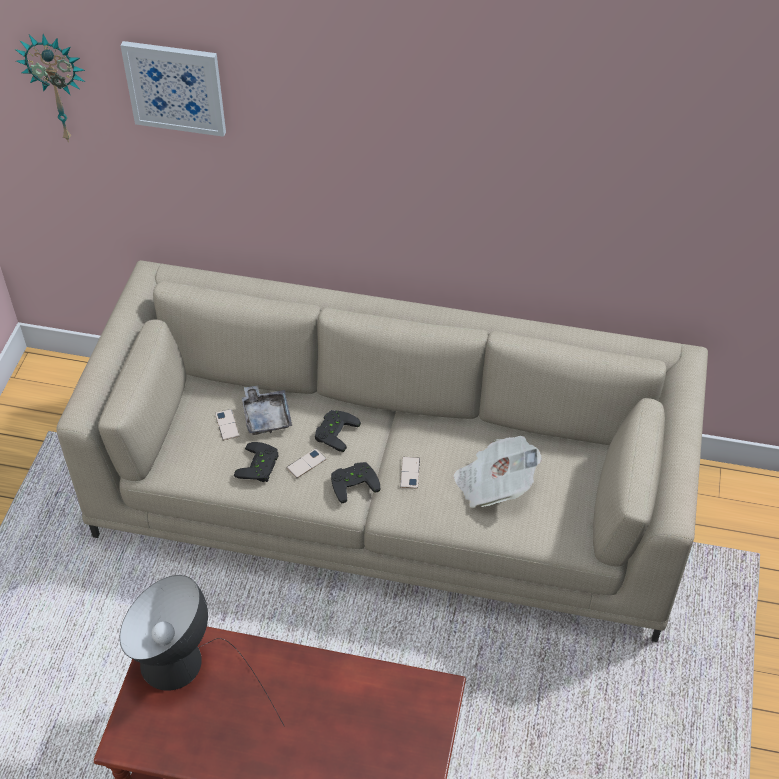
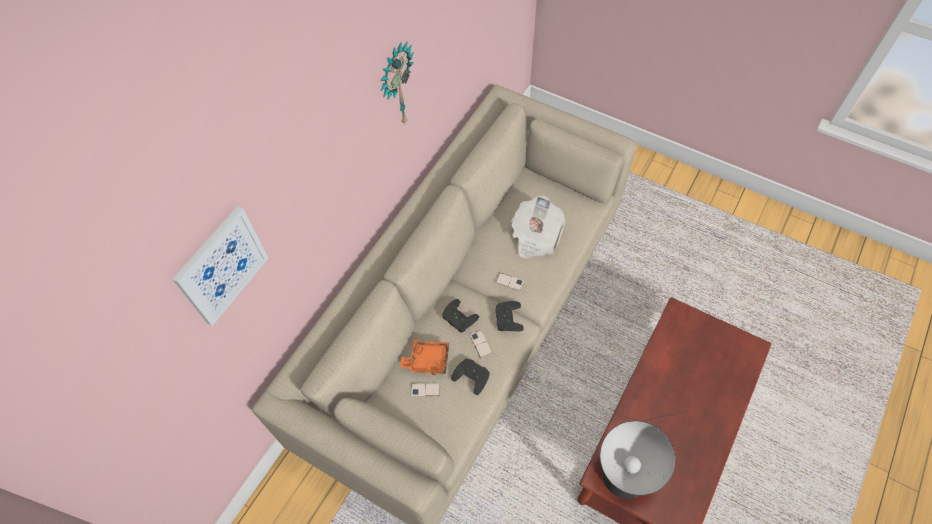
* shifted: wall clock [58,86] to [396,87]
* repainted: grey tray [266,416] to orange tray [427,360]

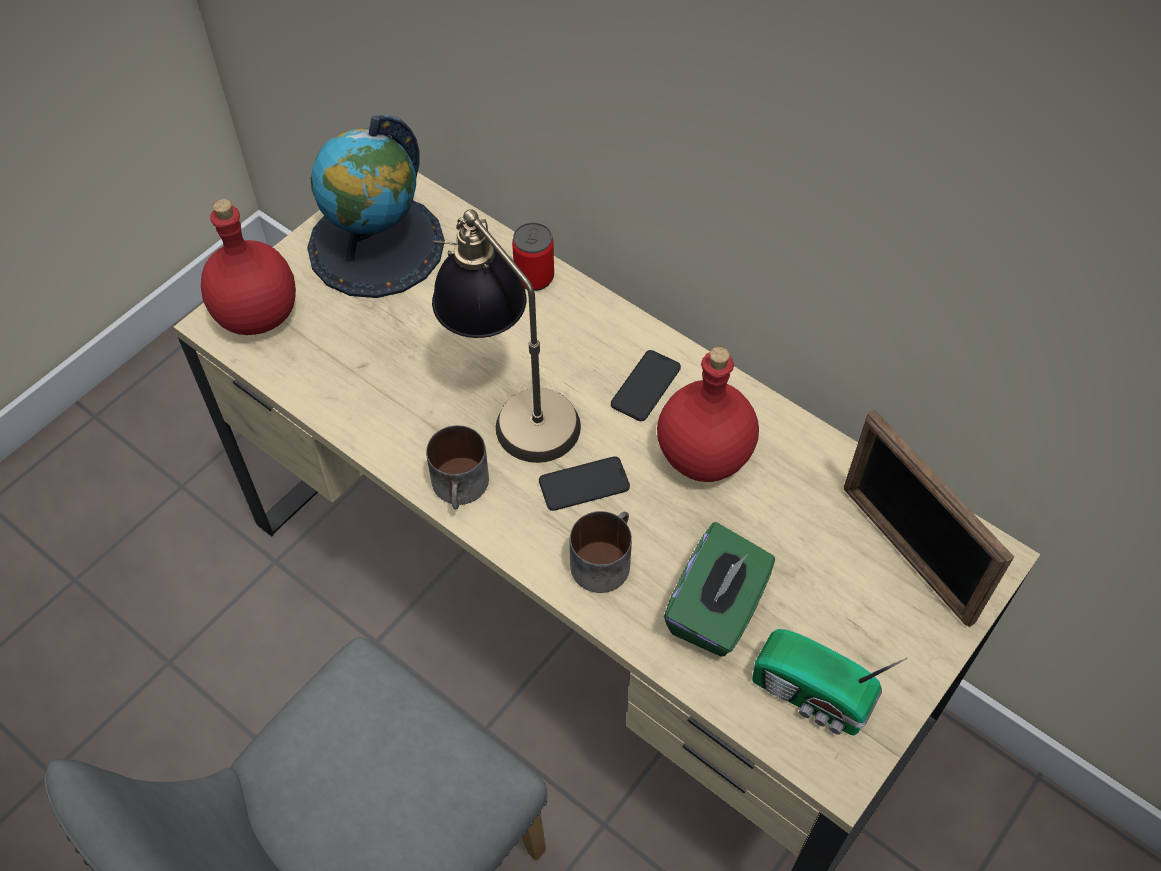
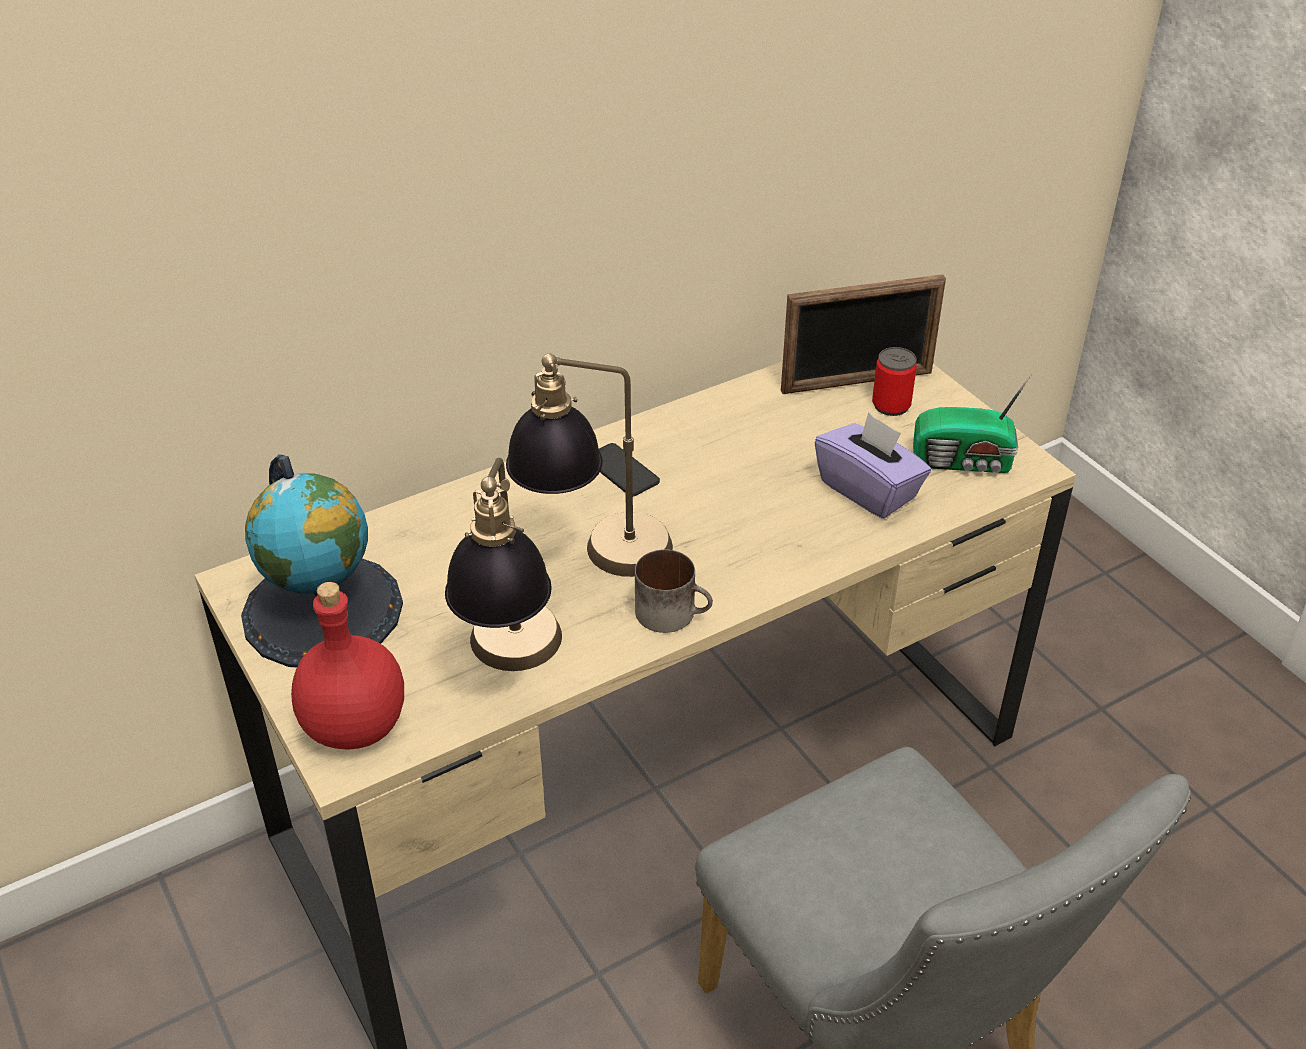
* gone: phone [584,484]
* gone: mug [602,558]
* gone: red bottle [704,457]
* new: table lamp [512,667]
* shifted: can [534,277] to [891,405]
* repainted: green tissue box [716,609] to purple tissue box [869,490]
* rotated: radio [813,697] = [964,462] 45 degrees clockwise

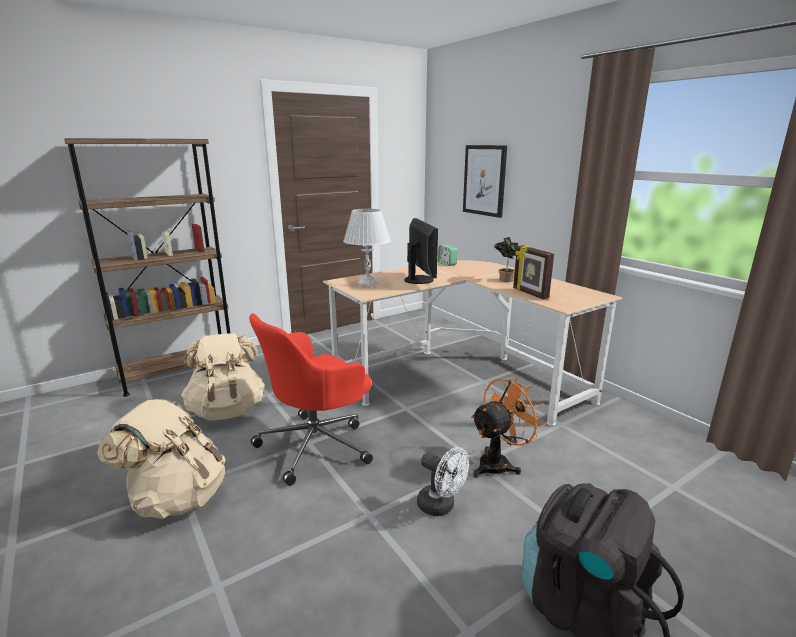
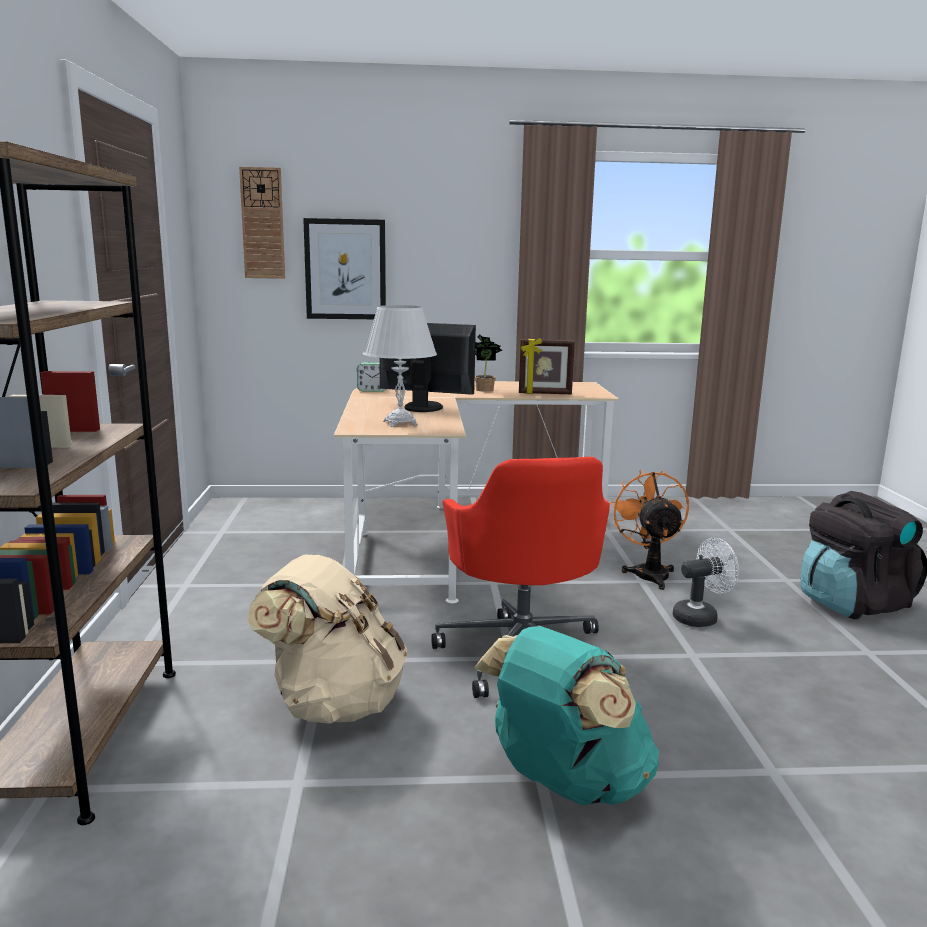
* new: wall clock [263,223]
* repainted: beige backpack [177,498] to turquoise backpack [565,784]

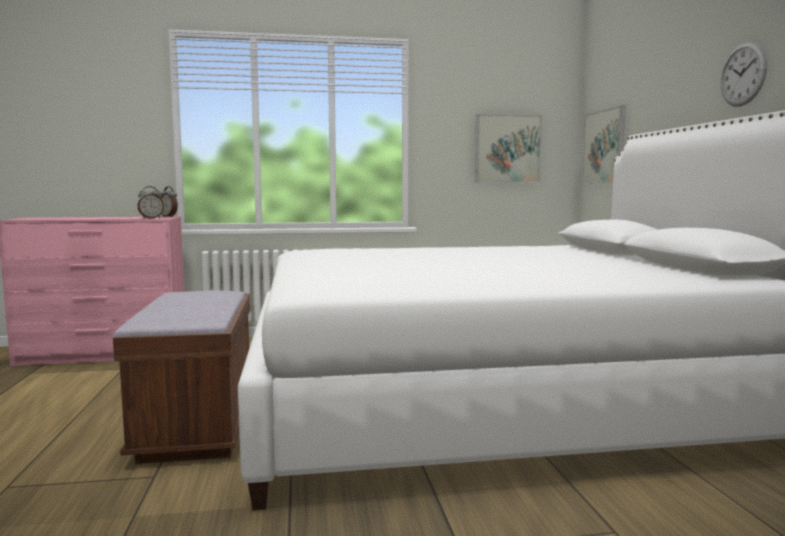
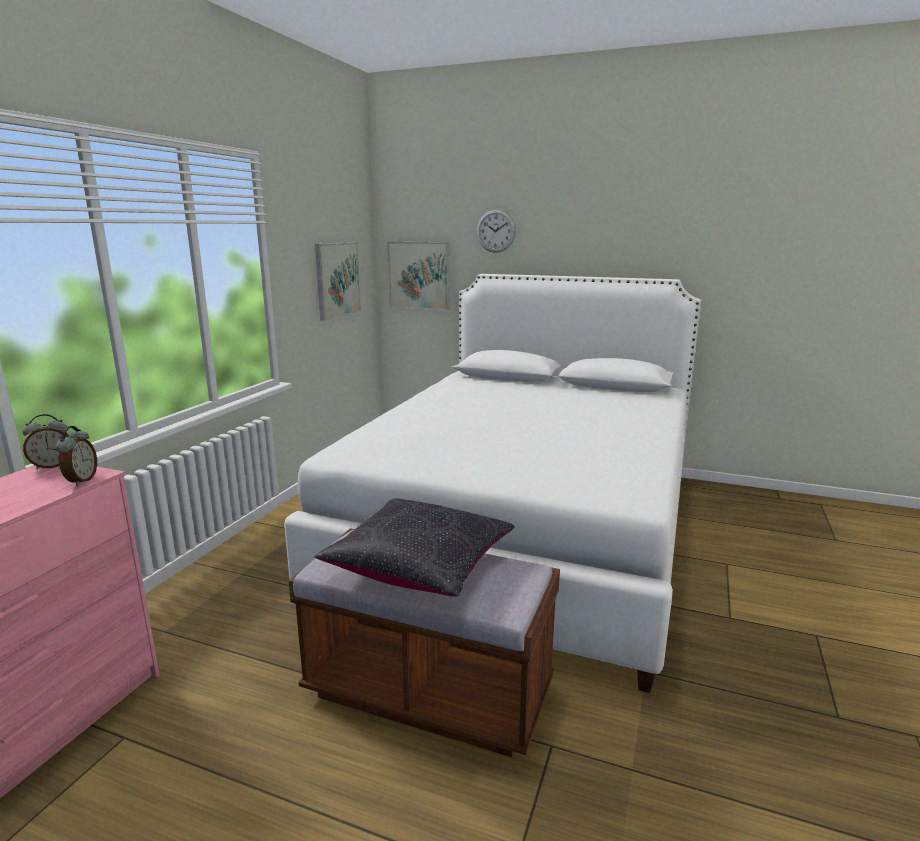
* new: black pillow [419,564]
* shifted: wall clock [742,74] to [496,231]

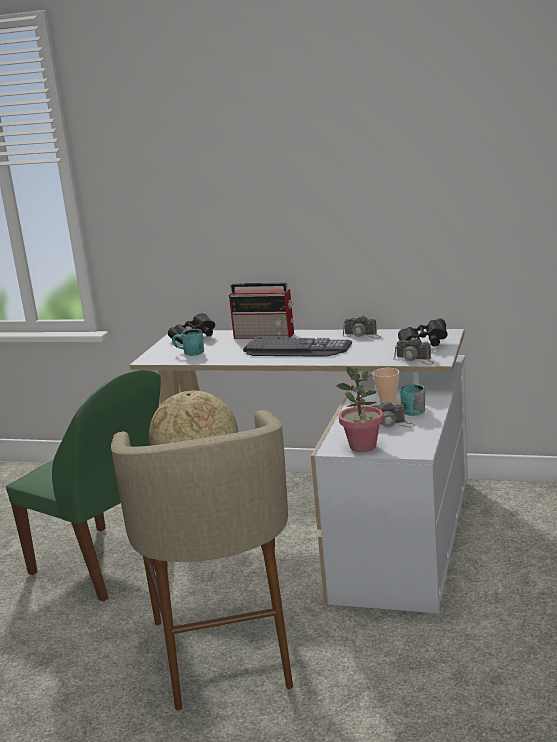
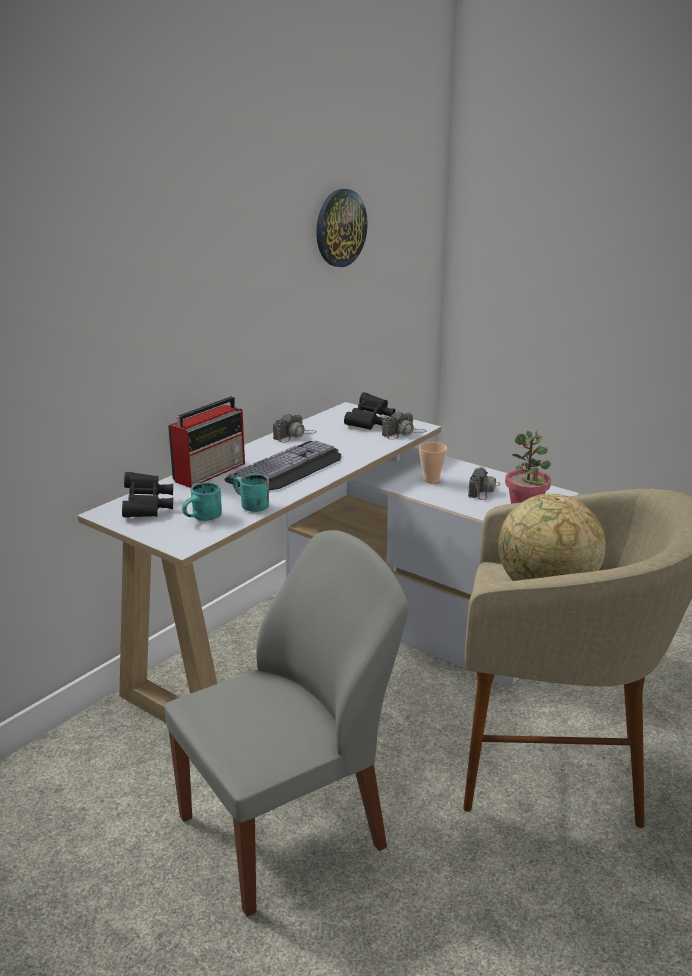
* new: wall clock [340,228]
* shifted: turquoise mug [412,410] to [249,506]
* repainted: green chair [105,564] to grey chair [287,830]

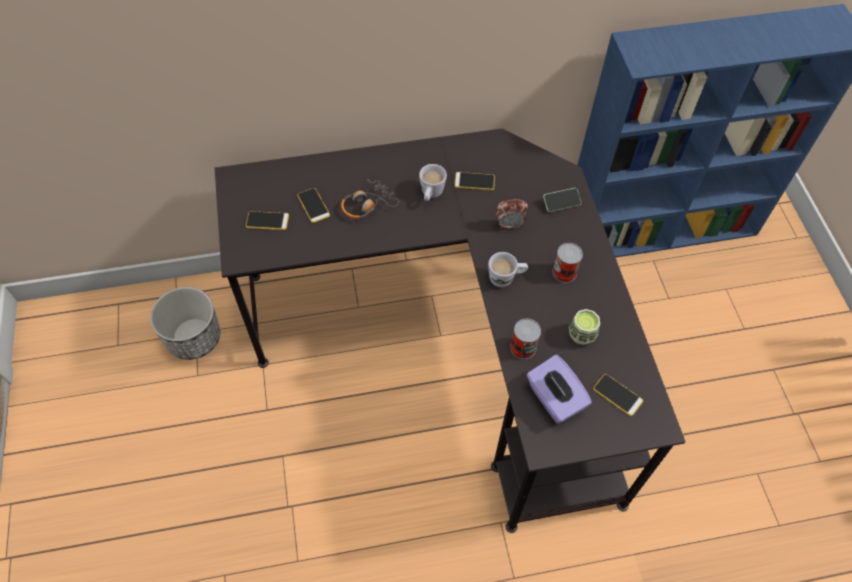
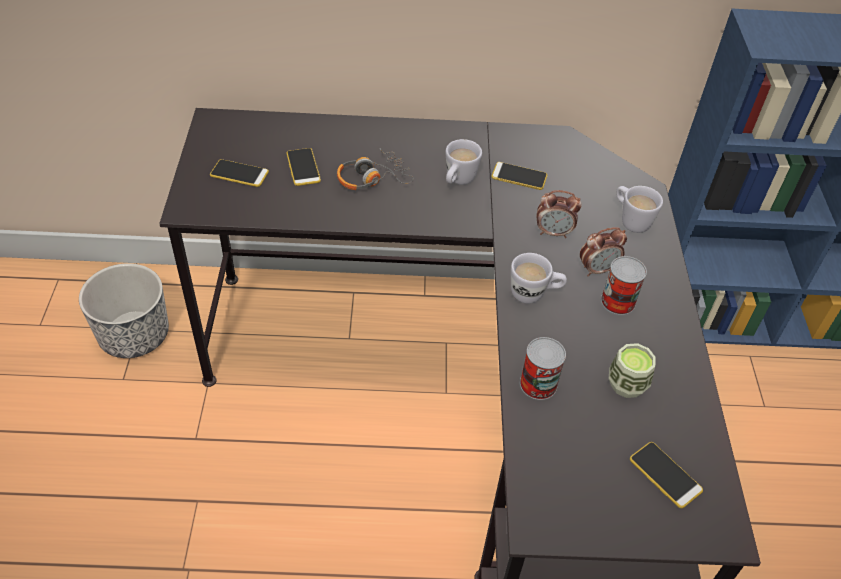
* gone: purple tissue box [554,399]
* new: alarm clock [597,269]
* swapped: phone [561,203] to white mug [630,220]

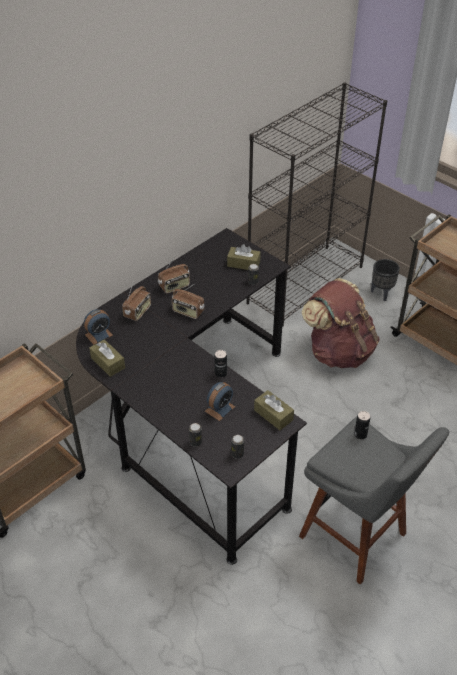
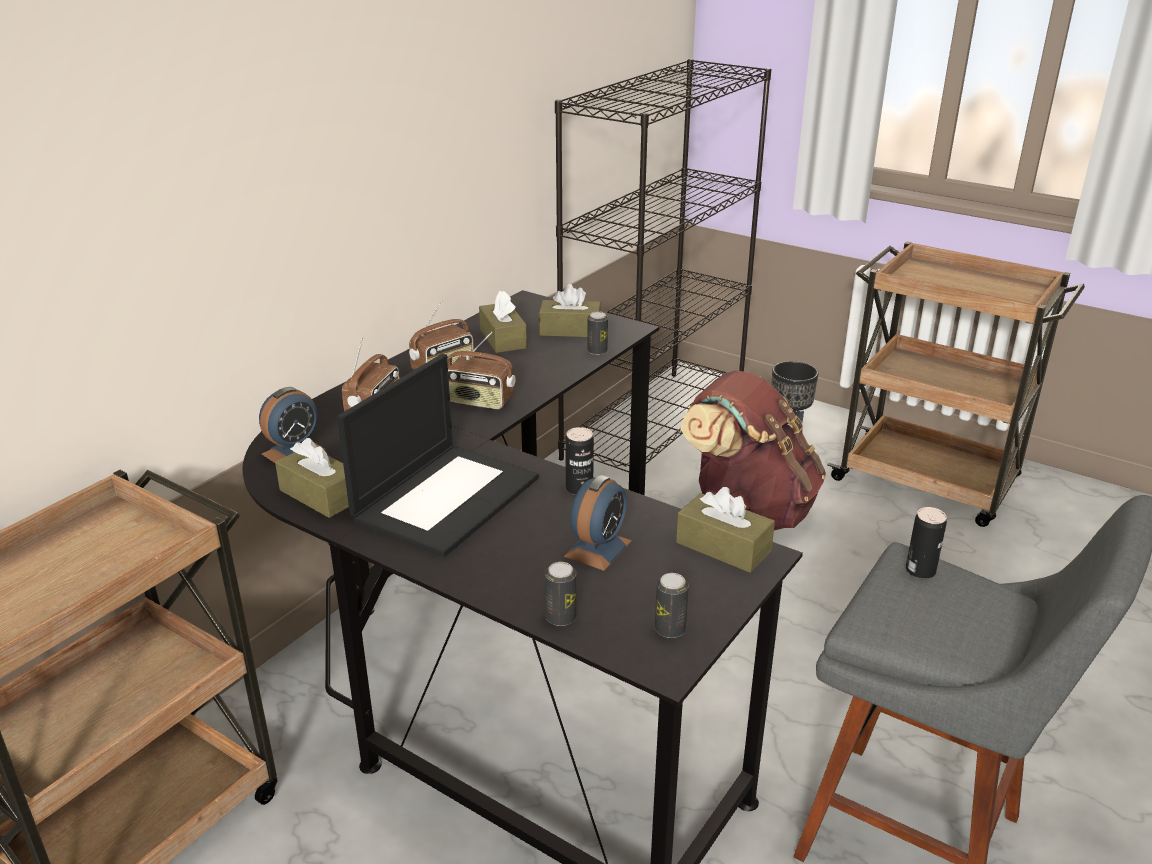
* new: laptop [446,497]
* new: brown tissue box [503,339]

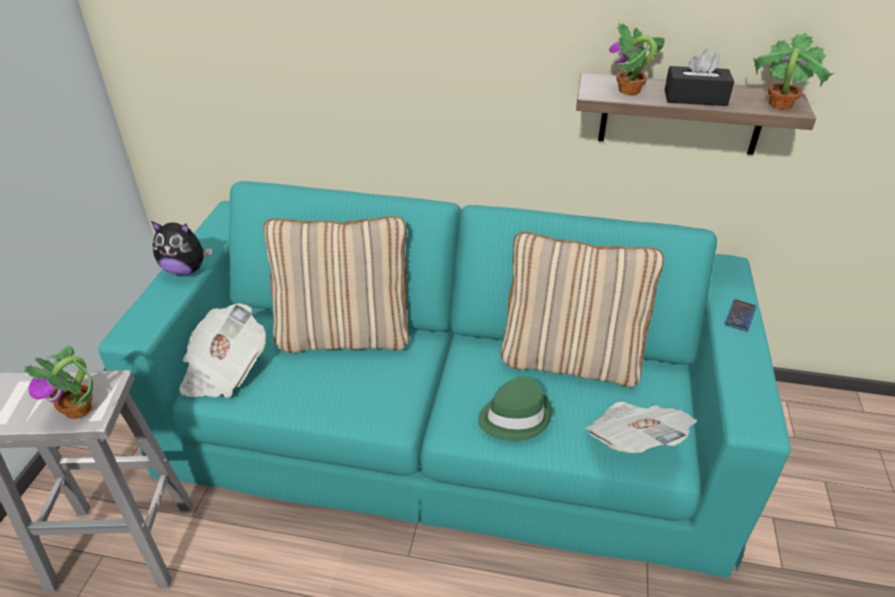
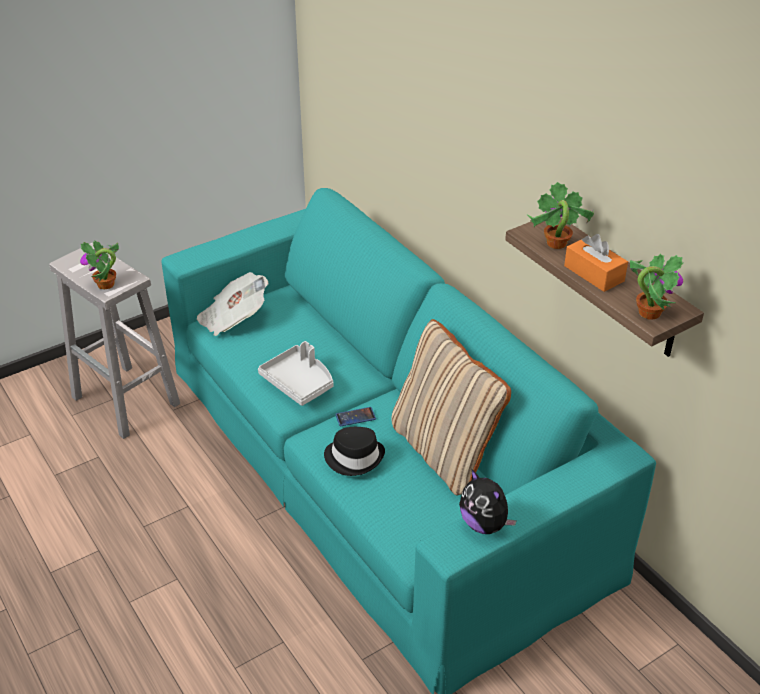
* gone: beige pillow [344,334]
* gone: newspaper [633,441]
* new: grey tray [299,382]
* shifted: plush toy [185,270] to [484,524]
* shifted: phone [740,315] to [355,417]
* repainted: green hat [514,416] to black hat [354,457]
* repainted: black tissue box [695,98] to orange tissue box [594,273]

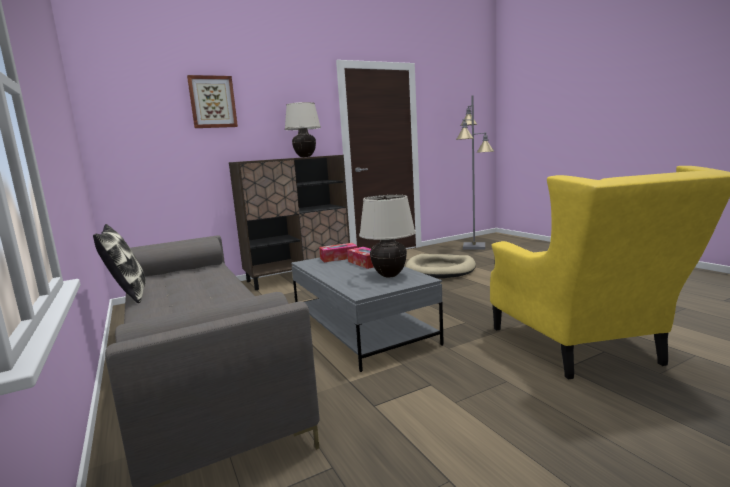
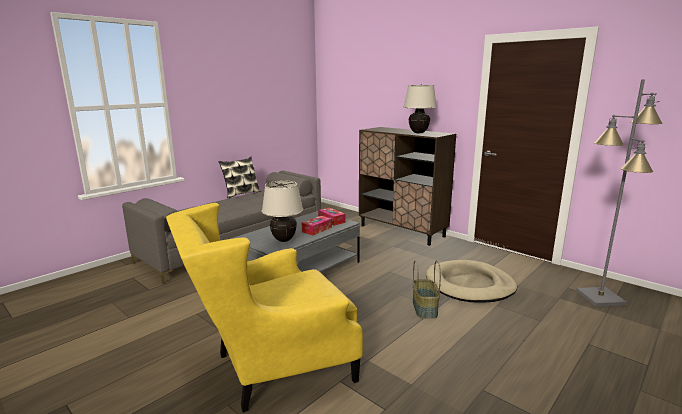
* gone: picture [212,102]
* new: basket [425,308]

